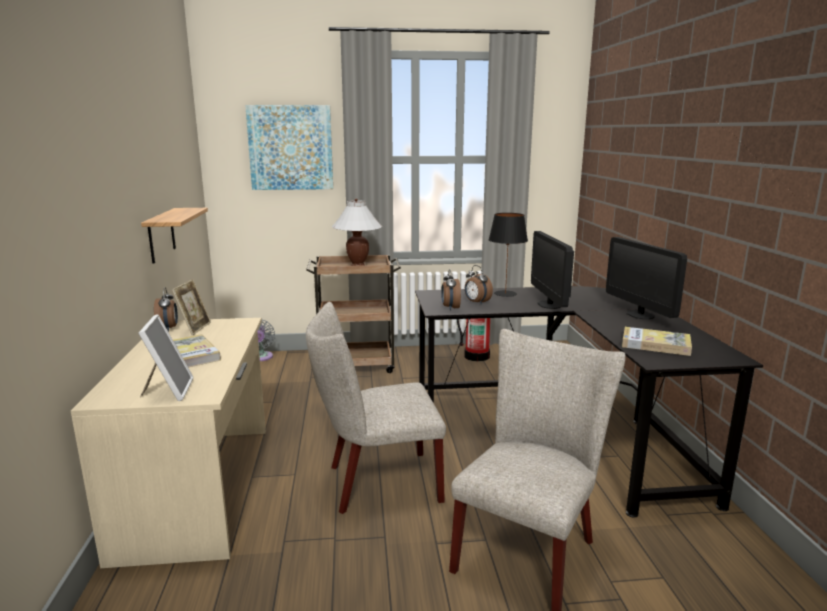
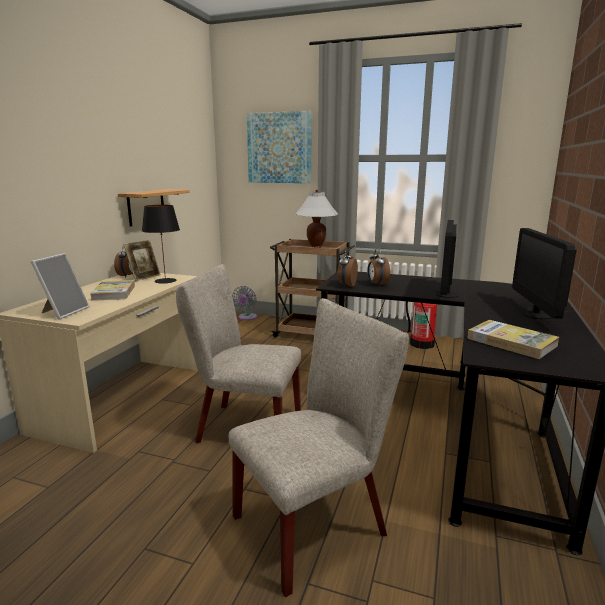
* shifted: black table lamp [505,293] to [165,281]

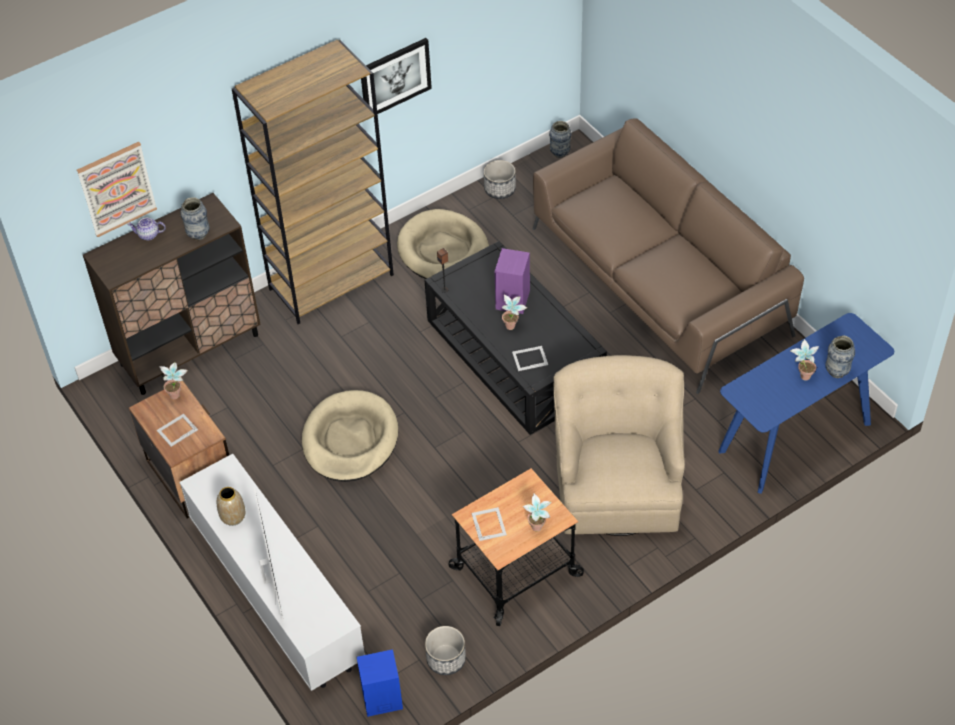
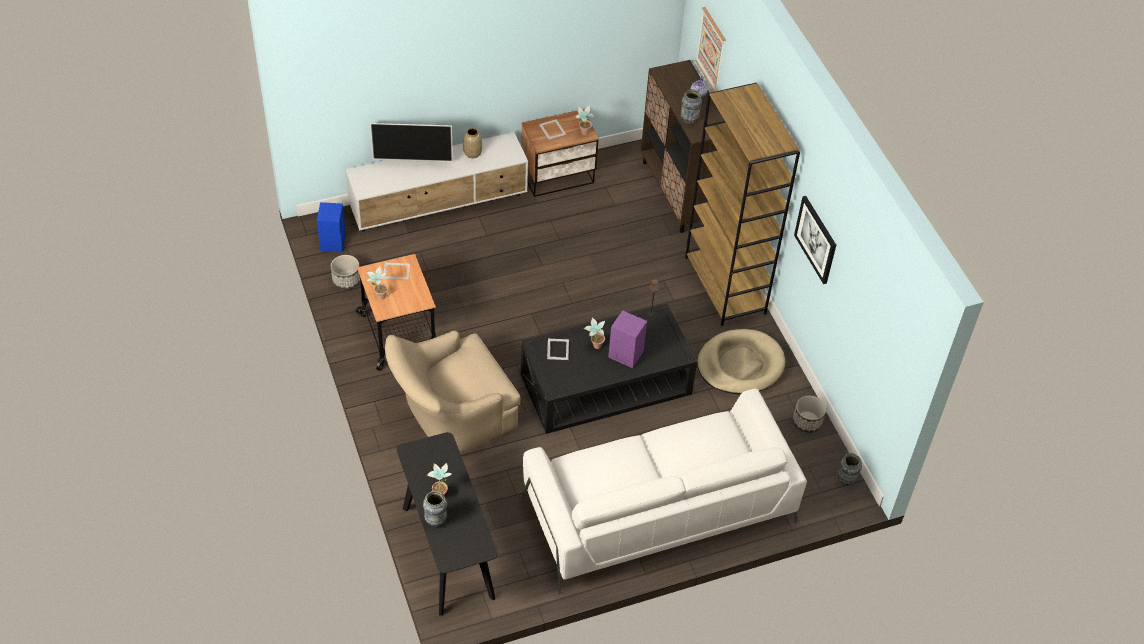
* gone: beige dog bed [350,439]
* repainted: brown sofa [660,281] to white sofa [658,510]
* repainted: blue console table [795,438] to black console table [447,552]
* rotated: beige armchair [617,484] = [451,416] 135 degrees clockwise

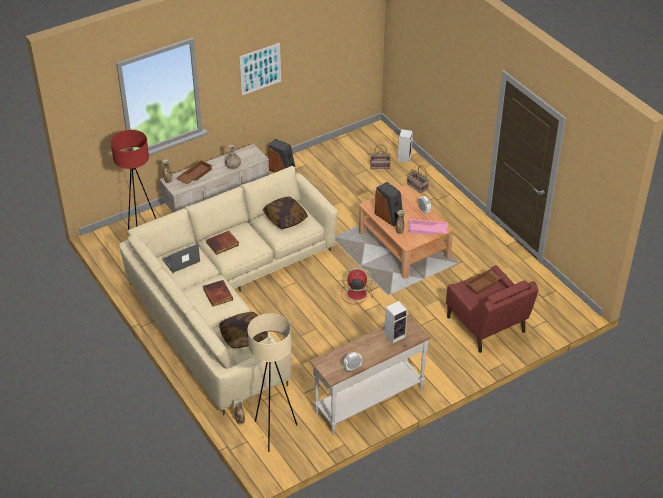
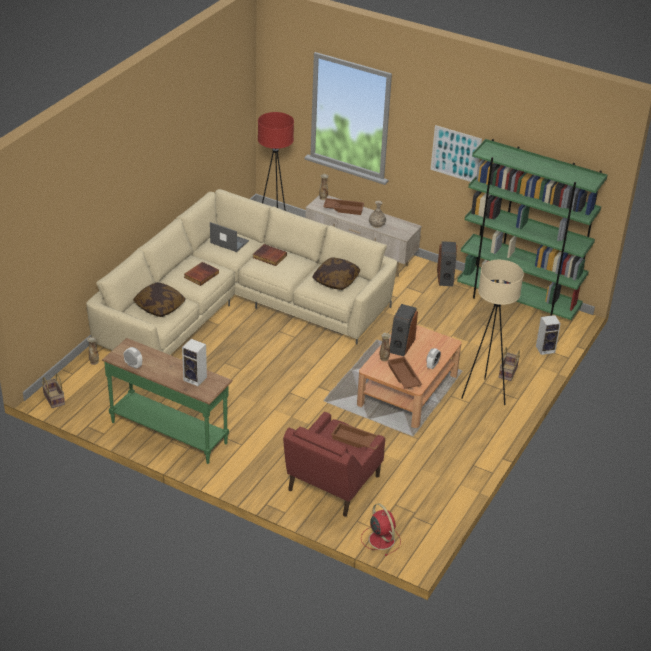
* new: green bookcase [517,303]
* shifted: beige floor lamp [274,432] to [484,394]
* shifted: red fan [355,293] to [381,539]
* shifted: basket [379,166] to [53,399]
* repainted: white console table [368,400] to green console table [169,432]
* repainted: pink tray [427,230] to brown tray [403,376]

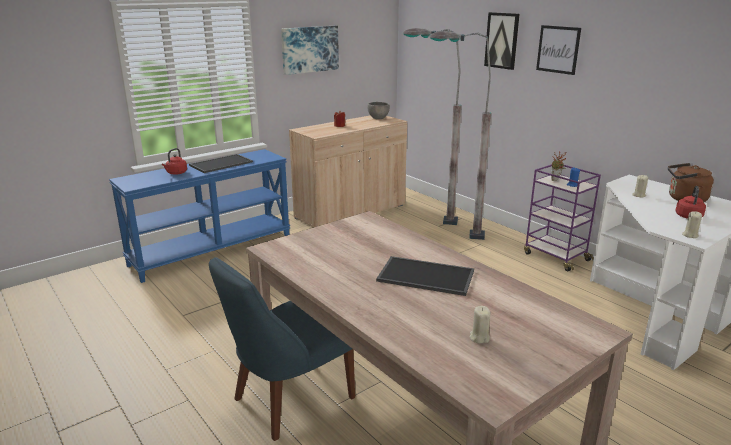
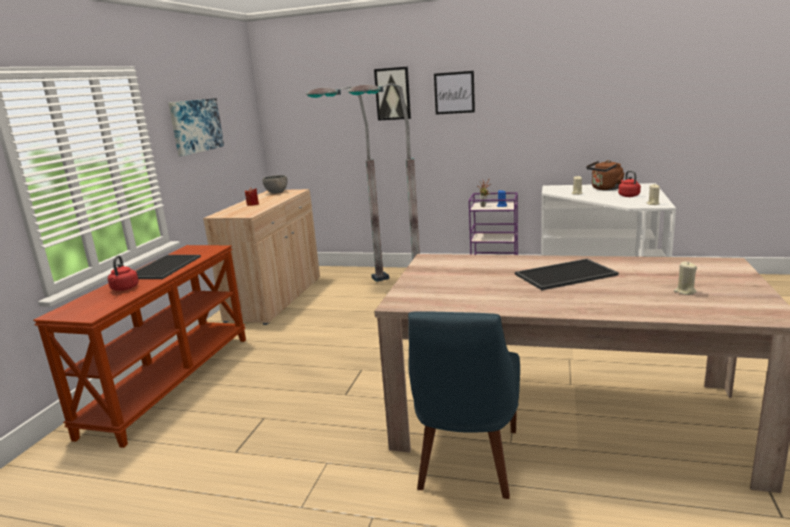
* repainted: blue console table [212,251] to brown console table [170,382]

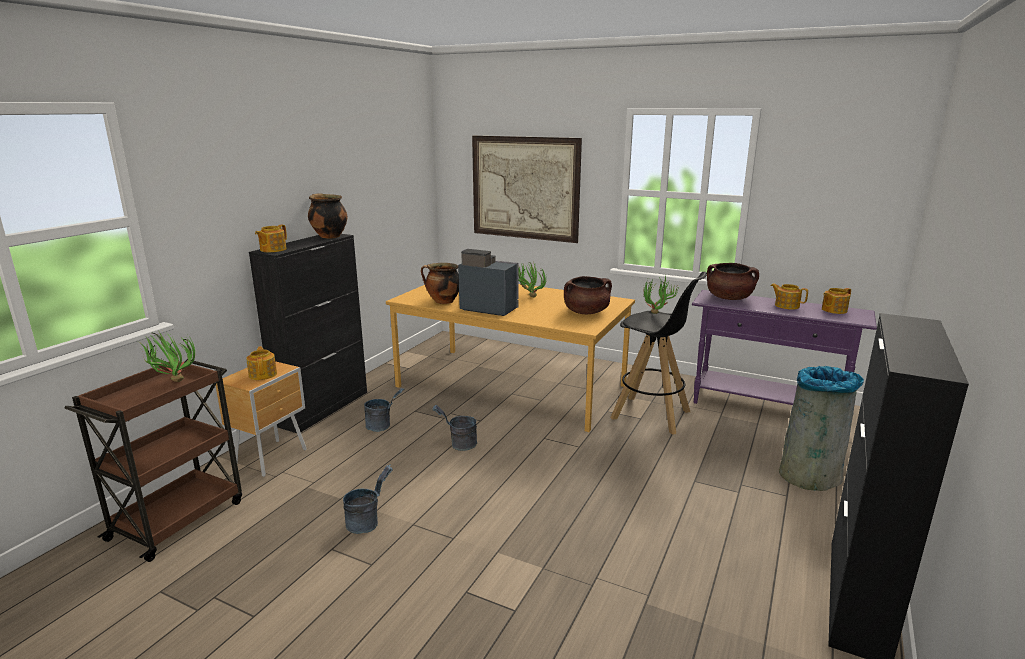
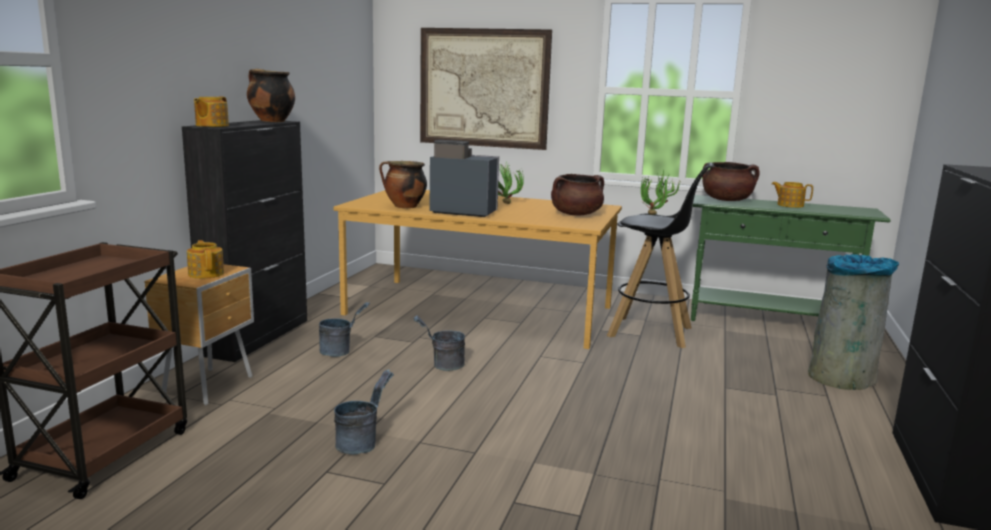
* gone: potted plant [171,382]
* gone: teapot [833,310]
* repainted: purple console table [766,408] to green console table [769,323]

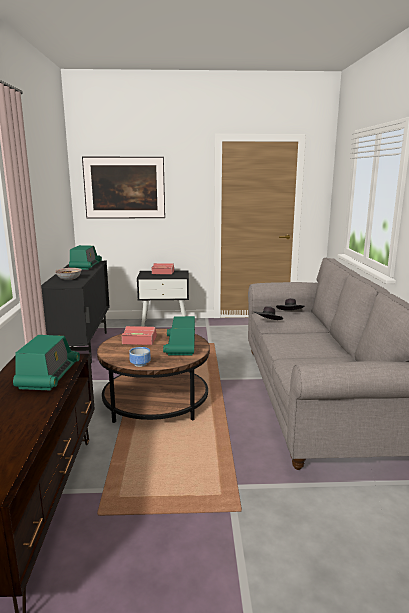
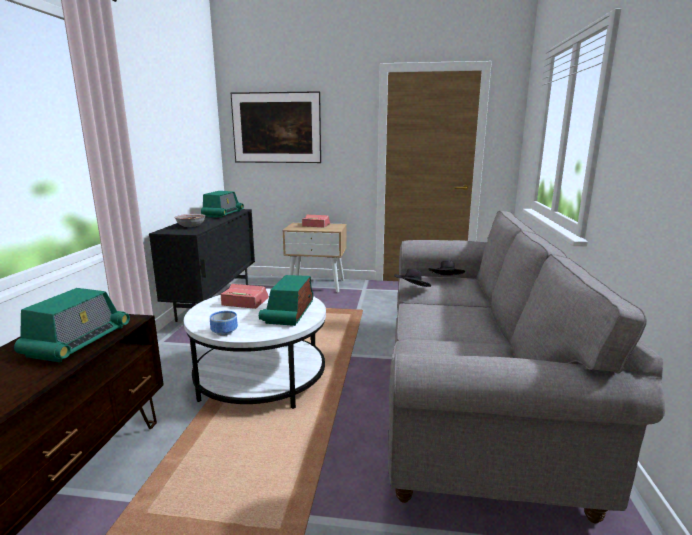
* repainted: brown coffee table [156,402] to white coffee table [261,379]
* repainted: black nightstand [165,324] to beige nightstand [317,284]

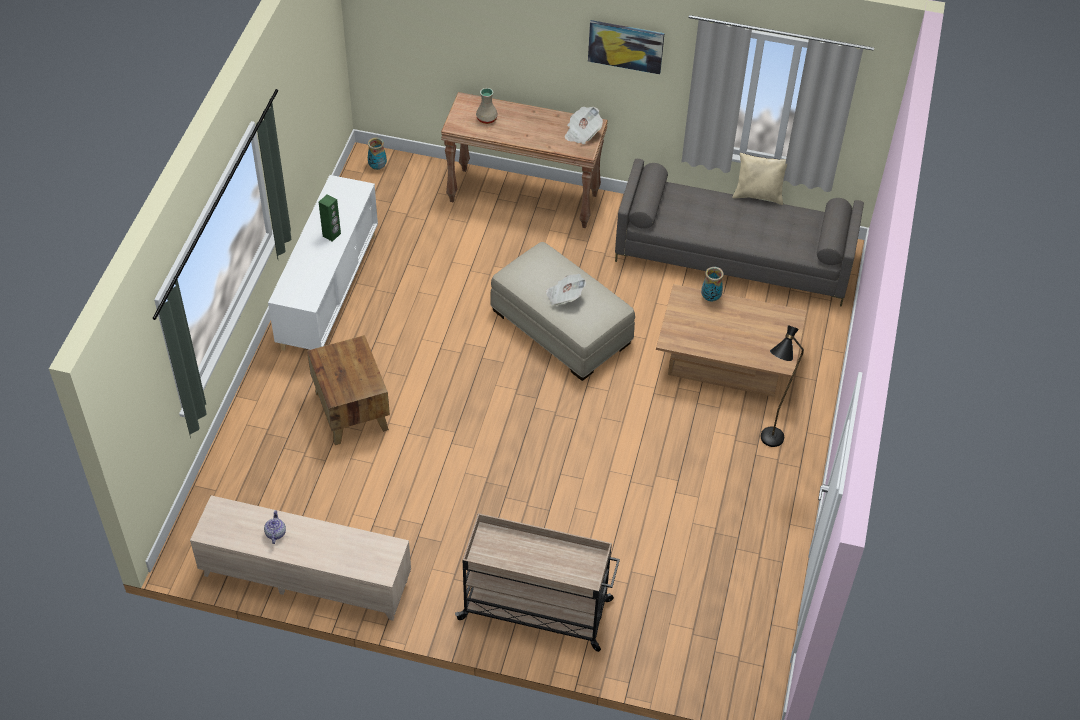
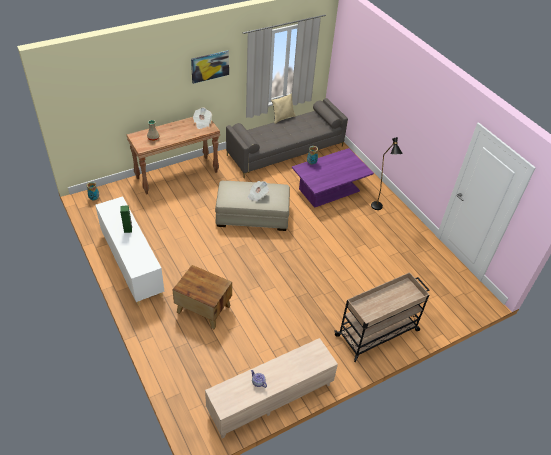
* repainted: brown coffee table [726,363] to purple coffee table [329,190]

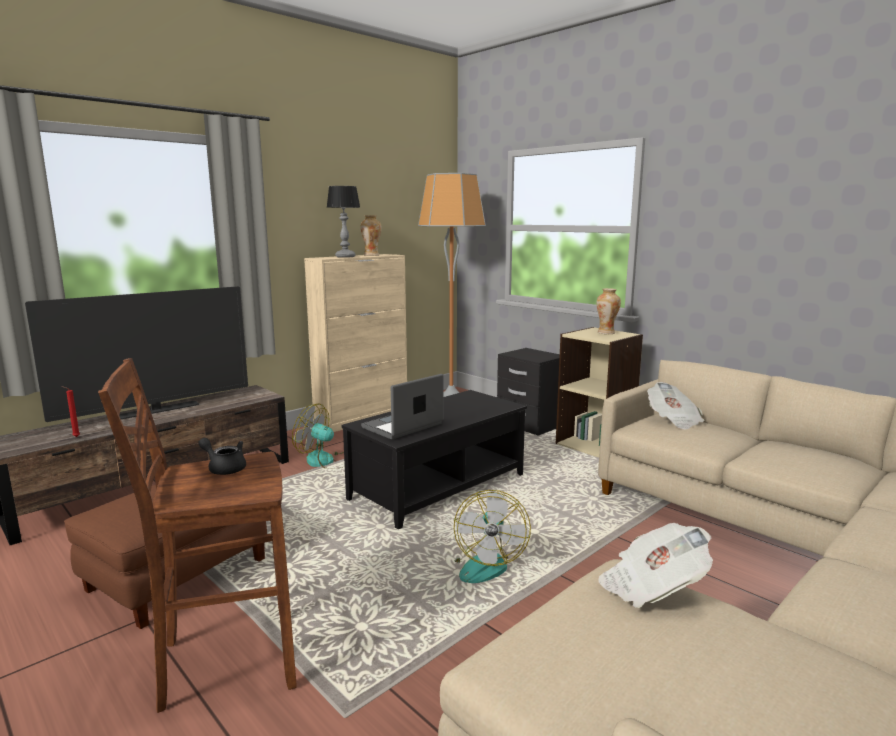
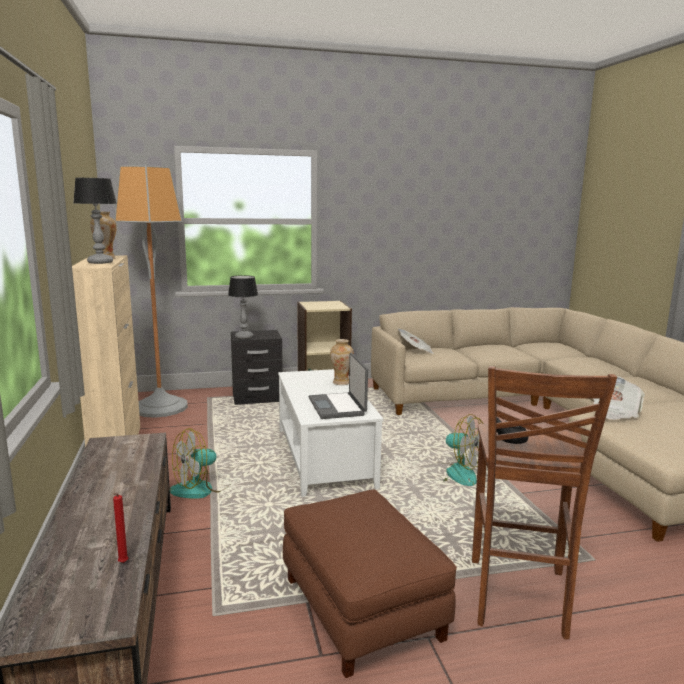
* gone: television [156,411]
* new: table lamp [243,337]
* shifted: vase [606,333] to [341,383]
* repainted: black coffee table [439,488] to white coffee table [325,457]

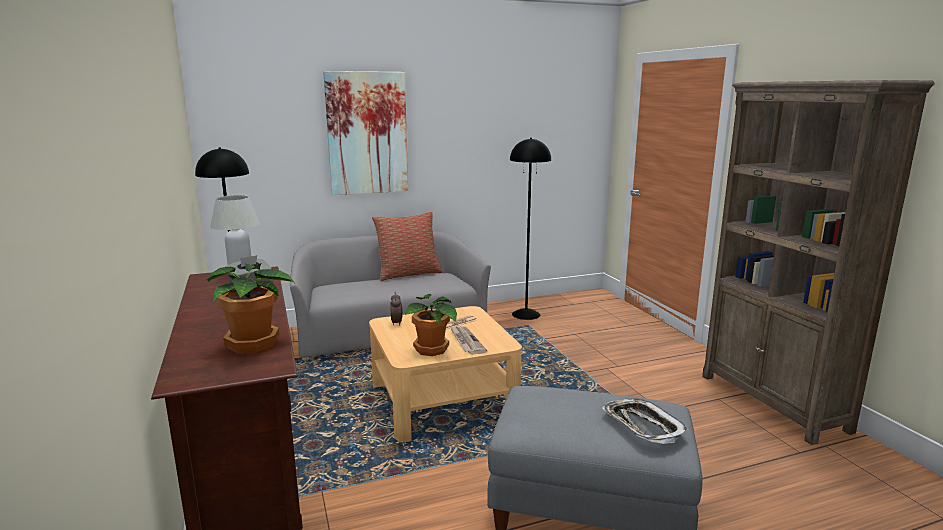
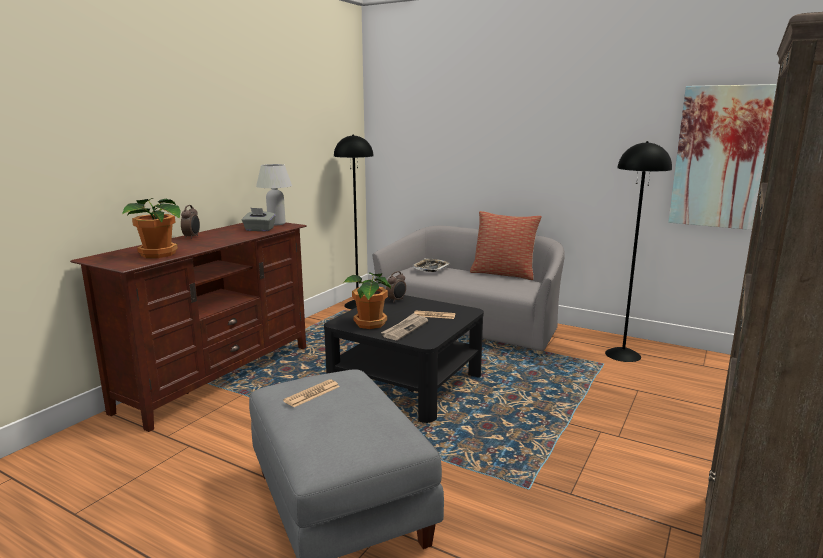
* new: alarm clock [192,237]
* new: newspaper [312,394]
* shifted: picture [367,133] to [727,158]
* shifted: tray [642,425] to [431,268]
* repainted: beige coffee table [443,400] to black coffee table [407,383]

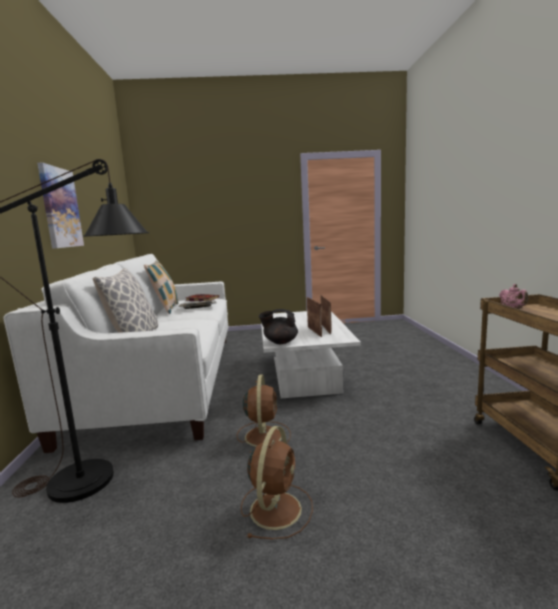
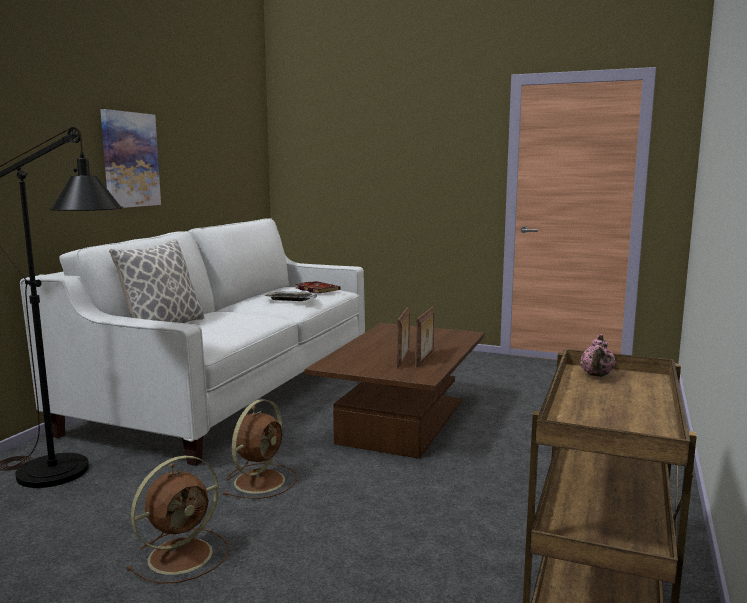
* gone: pillow [166,309]
* gone: black teapot [280,342]
* repainted: white coffee table [304,374] to brown coffee table [403,421]

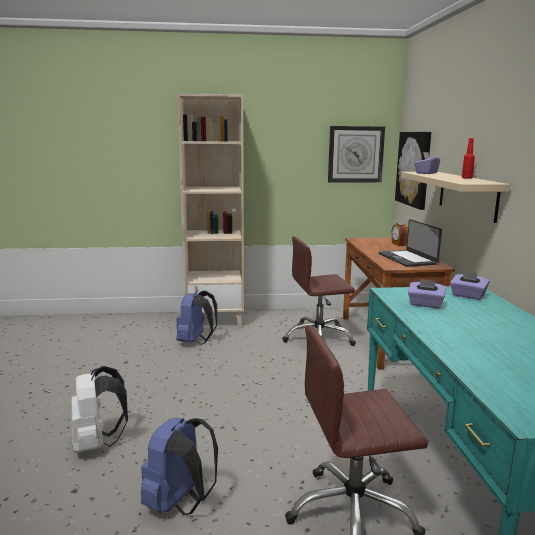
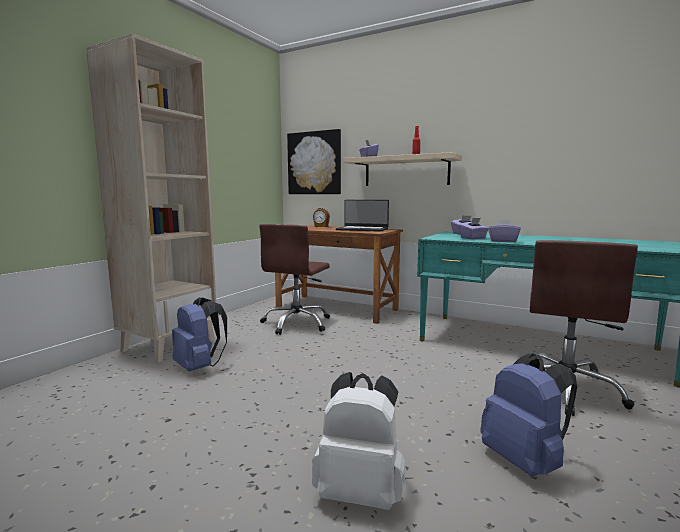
* gone: wall clock [355,154]
* new: purple tissue box [503,241]

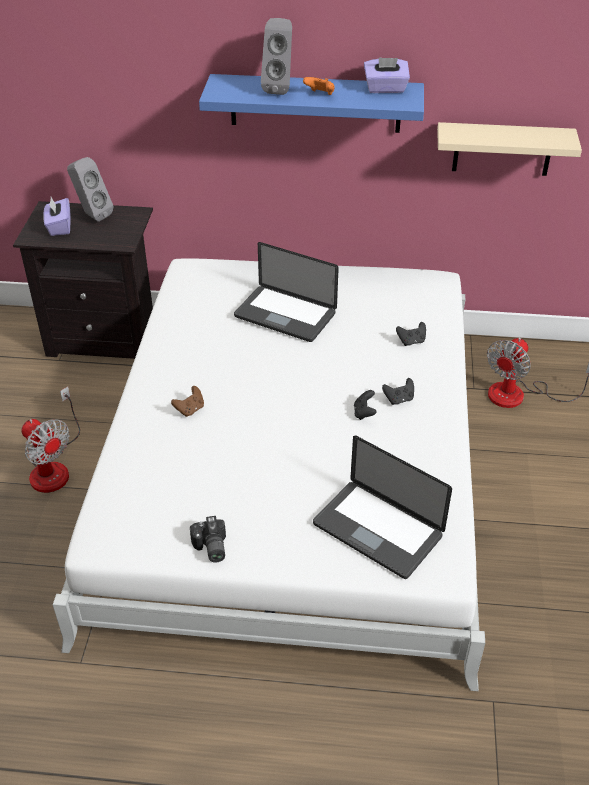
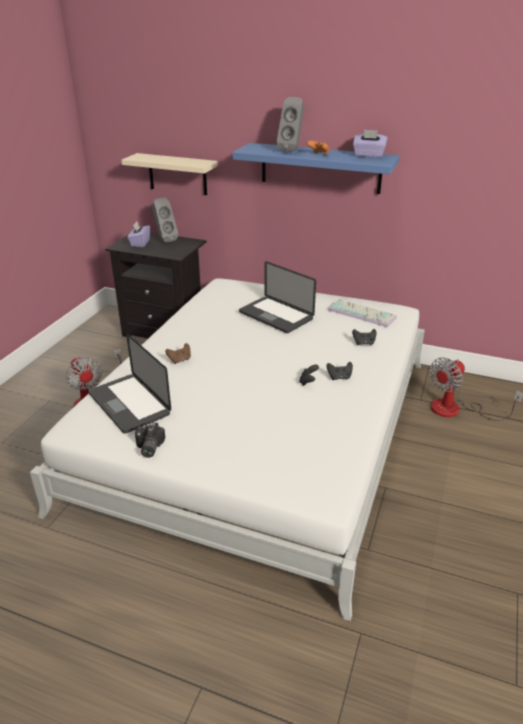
* new: keyboard [363,313]
* shifted: laptop [377,530] to [129,404]
* shifted: beige shelf [502,149] to [177,174]

